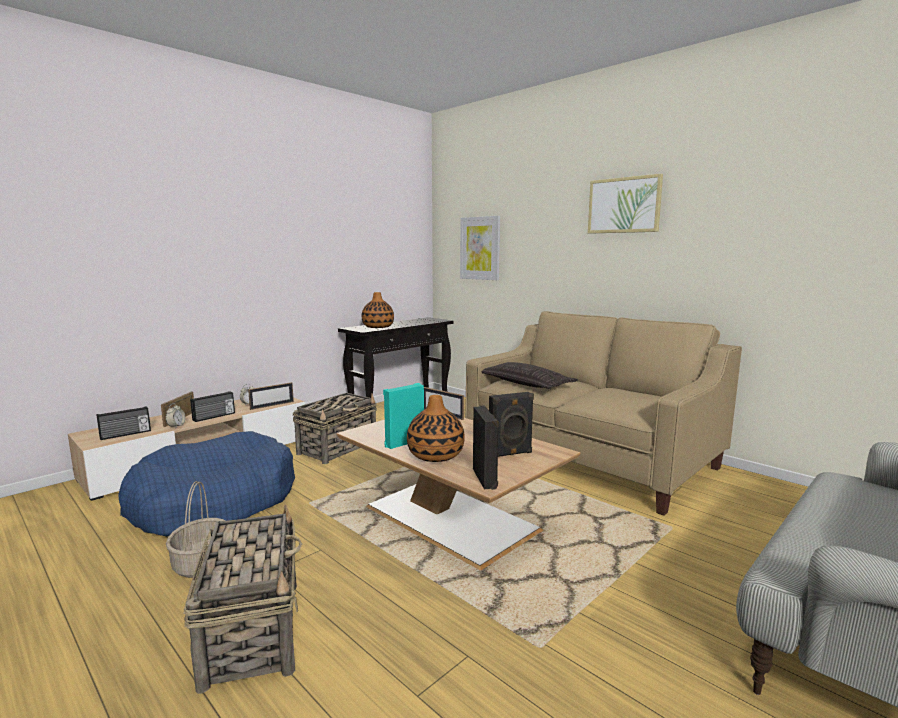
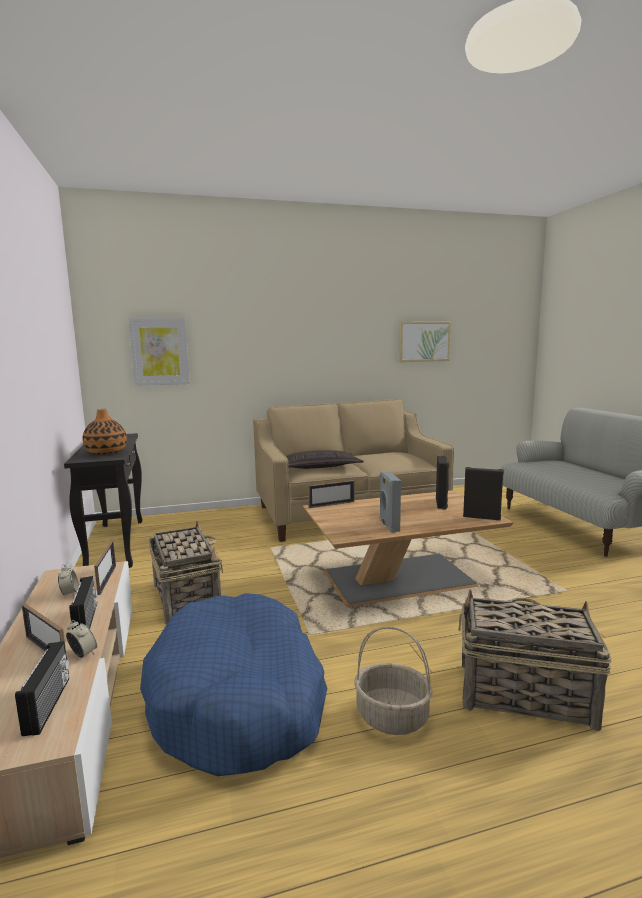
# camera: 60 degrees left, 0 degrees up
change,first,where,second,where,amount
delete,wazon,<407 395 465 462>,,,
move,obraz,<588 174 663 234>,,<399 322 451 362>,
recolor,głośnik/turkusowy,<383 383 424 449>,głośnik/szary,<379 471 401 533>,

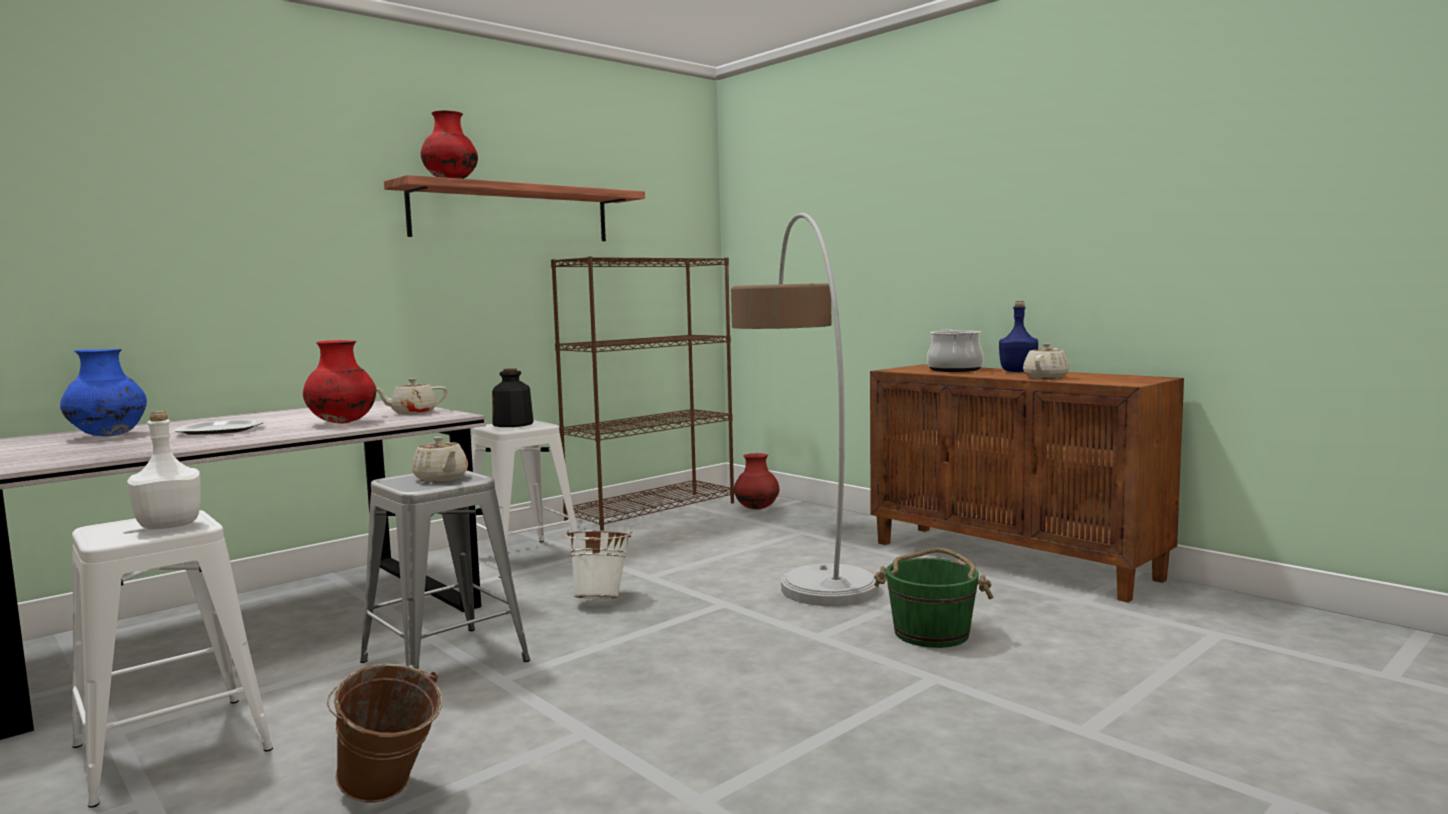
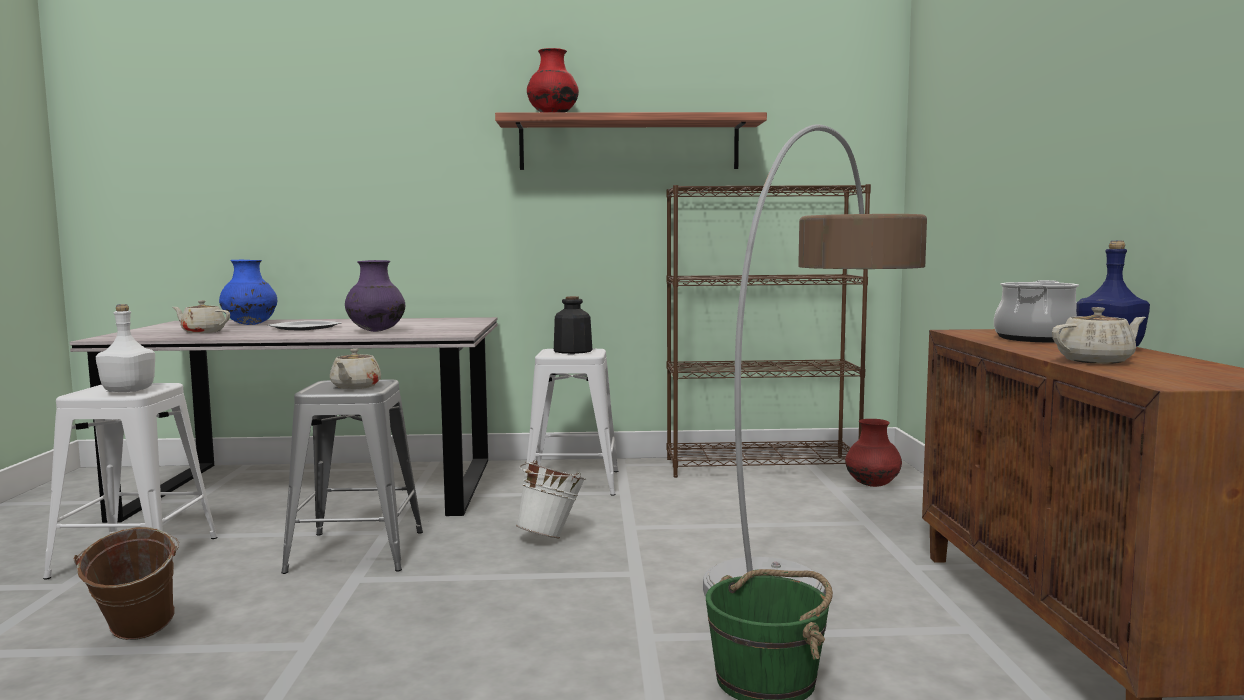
# camera: 40 degrees right, 0 degrees up
change,first,where,second,where,amount
move,imbryk/beżowy,<376 378 448 414>,,<173 300 230 333>,
recolor,wazon/czerwony,<303 340 376 424>,wazon/fioletowy,<345 260 405 332>,

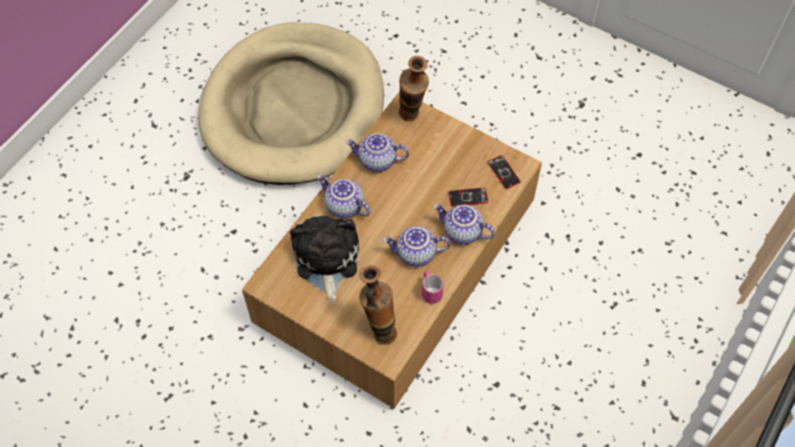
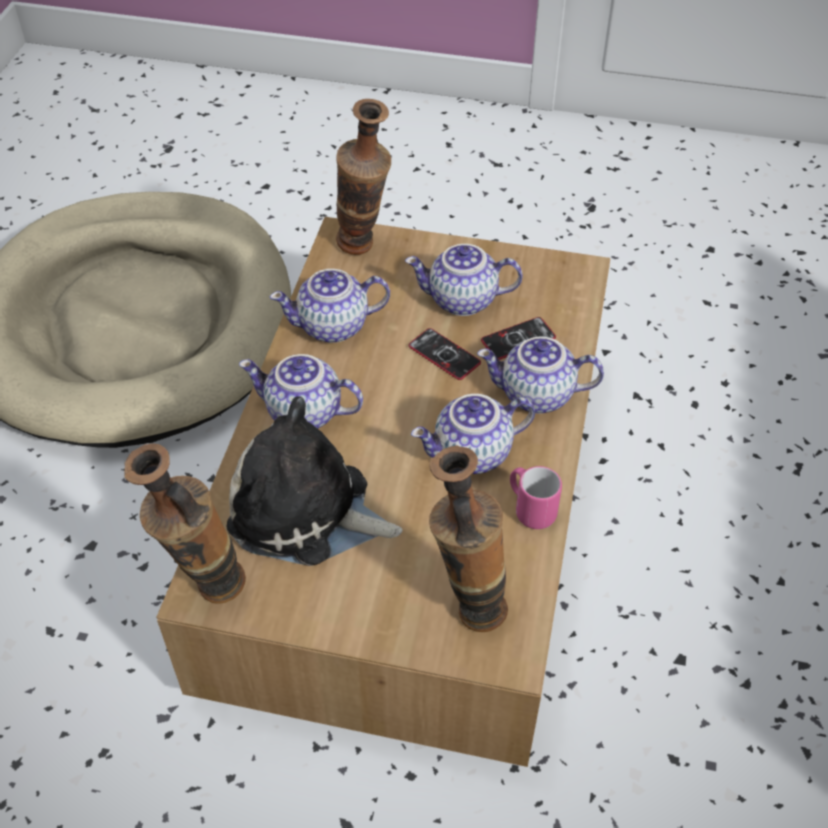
# camera: 20 degrees left, 10 degrees down
change,first,where,second,where,amount
insert,,,wazon,<124 444 246 604>,
insert,,,imbryk,<405 244 523 316>,
move,telefon,<488 155 521 189>,,<408 328 481 380>,
rotate,pluszak,<290 215 359 302>,,<226 396 402 566>,45 degrees counterclockwise

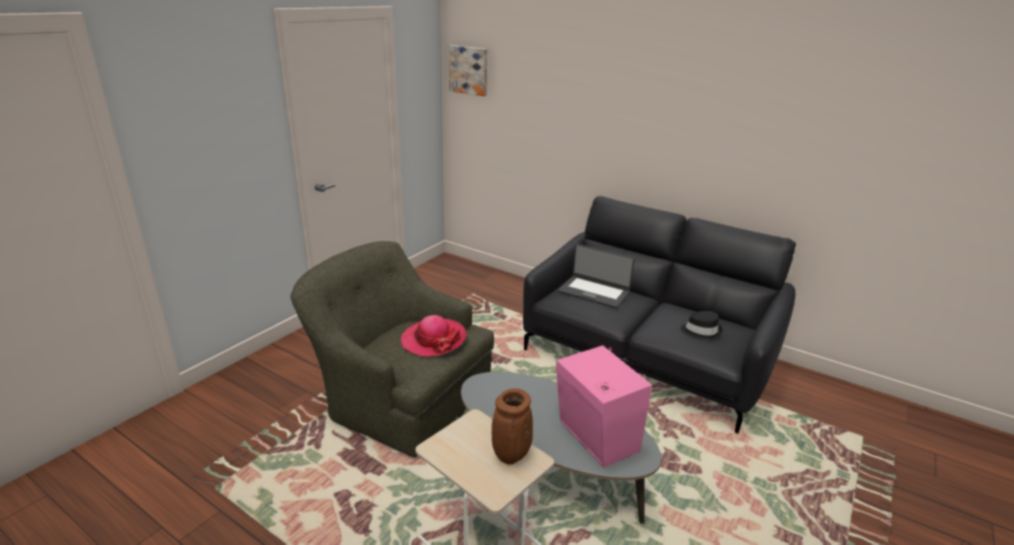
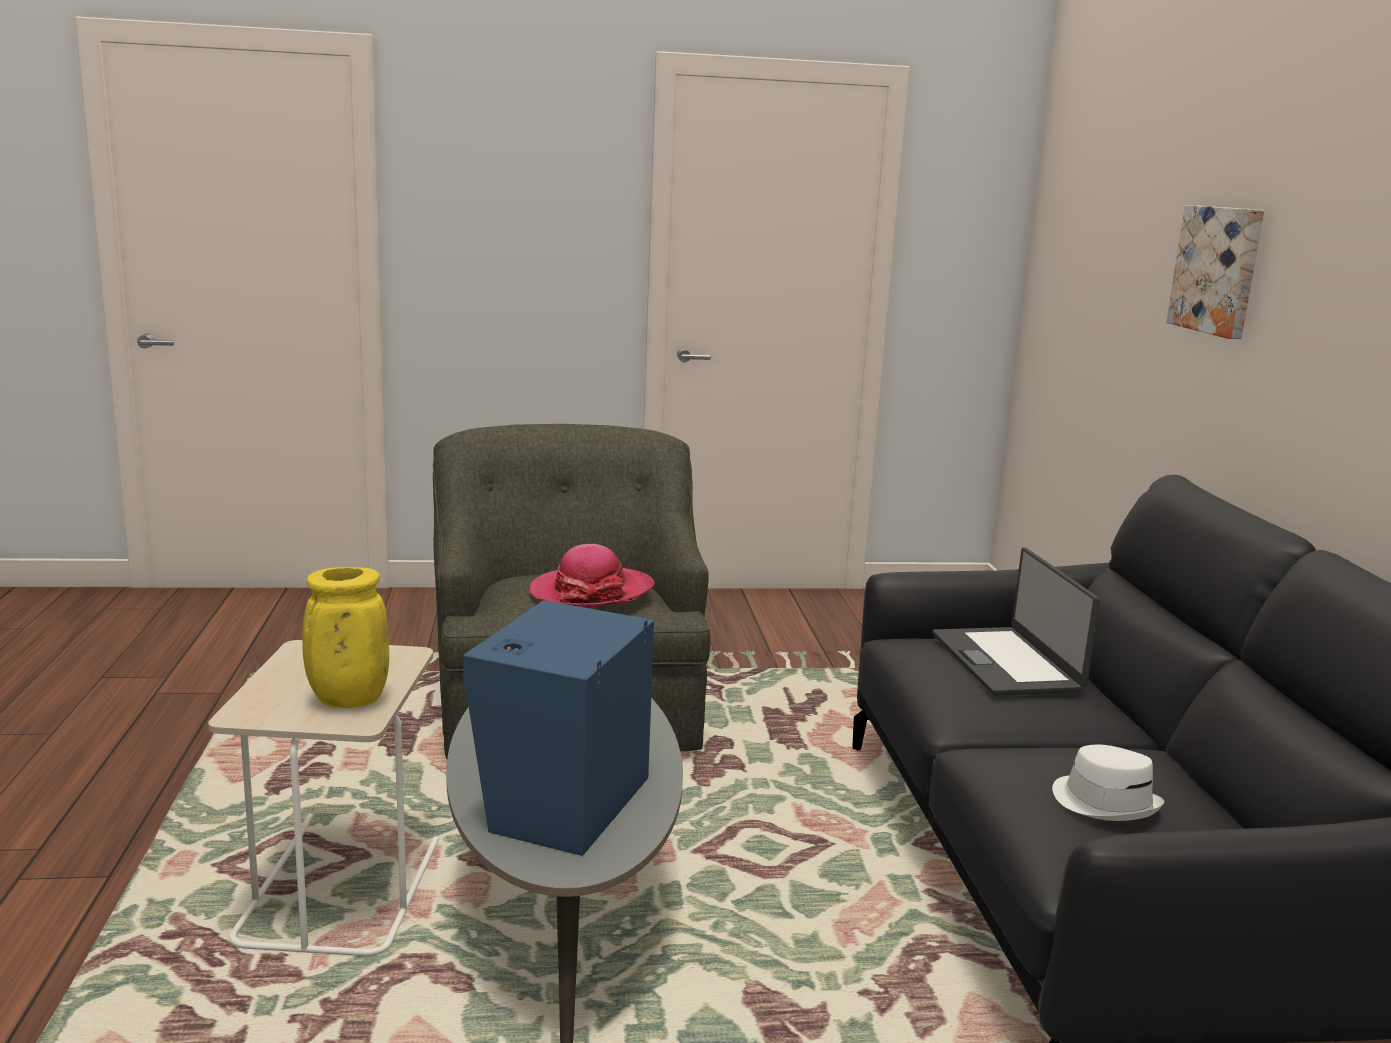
# camera: 50 degrees right, 10 degrees down
change,first,where,second,where,amount
move,obraz,<449 45 487 96>,,<1166 205 1264 339>,
recolor,wazon/brązowy,<491 388 533 465>,wazon/żółty,<302 567 389 708>,
recolor,głośnik/różowy,<556 345 652 468>,głośnik/niebieski,<463 600 654 856>,
recolor,kapelusz/czarny,<680 311 723 340>,kapelusz/biały,<1052 745 1164 821>,

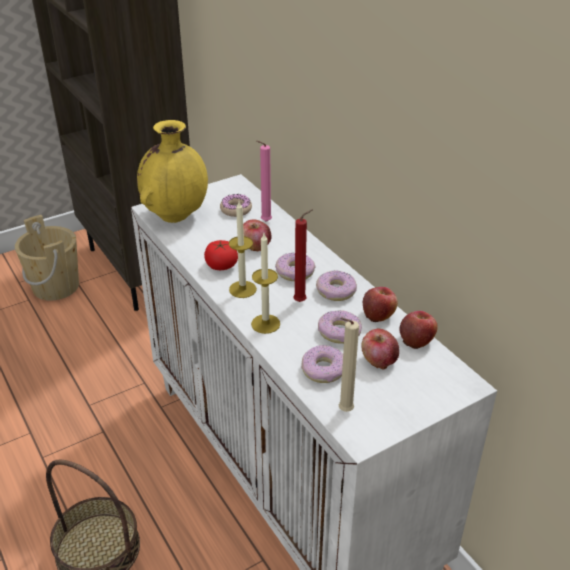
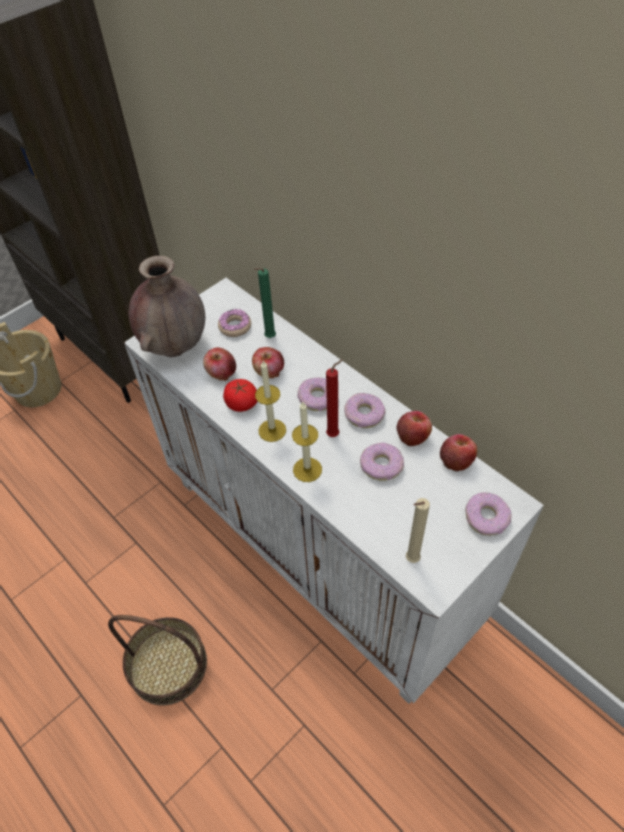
# camera: 10 degrees left, 15 degrees up
change,first,where,second,where,amount
move,donut,<301 345 343 383>,,<465 492 512 536>,
move,jabłko,<361 329 399 370>,,<203 347 236 381>,
recolor,wazon/żółty,<137 120 208 223>,wazon/brązowy,<129 256 205 357>,
recolor,świeca/różowy,<257 141 272 222>,świeca/zielony,<254 268 276 338>,

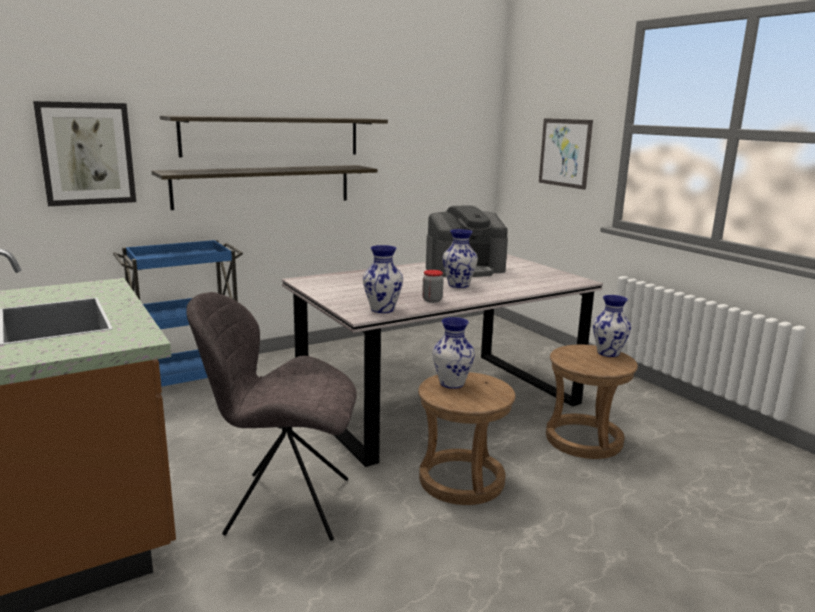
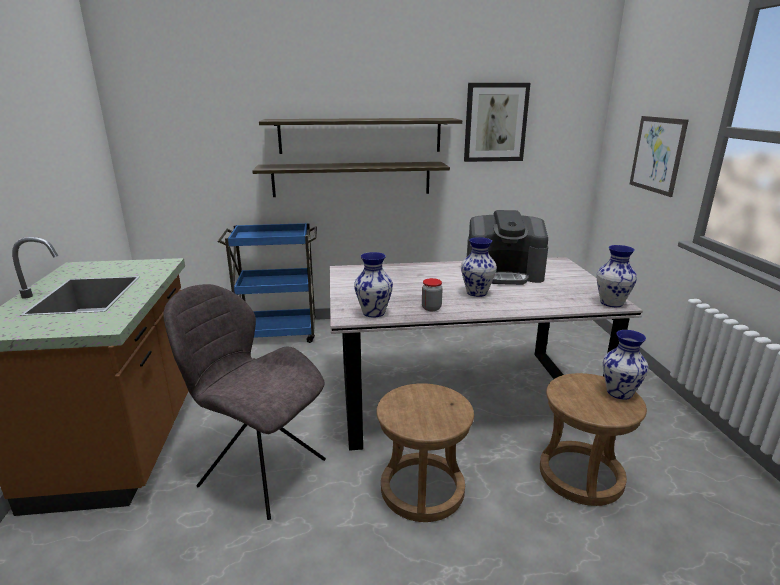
# camera: 25 degrees right, 5 degrees up
change,first,where,second,where,amount
move,obraz,<33 101 136 206>,,<464 83 531 162>,
move,wazon,<432 317 475 389>,,<596 245 637 307>,

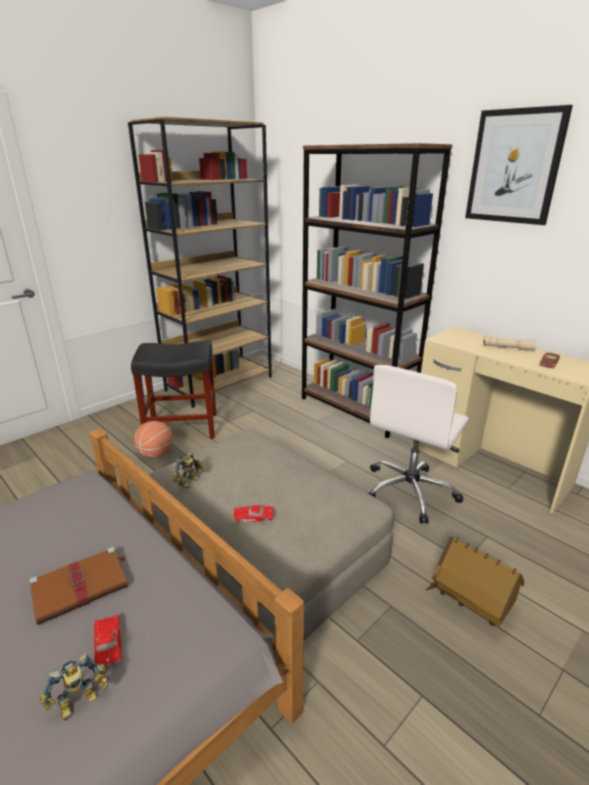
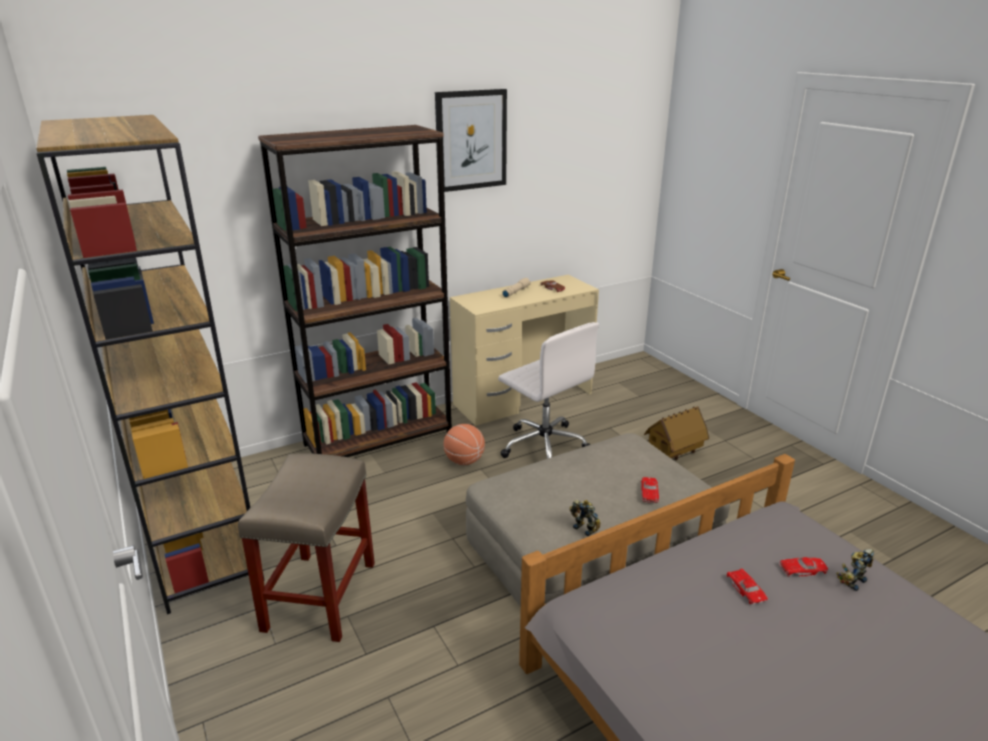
# camera: 75 degrees left, 0 degrees up
change,first,where,second,where,amount
move,piłka do koszykówki,<134 421 173 458>,,<443 424 485 465>,
replace,książka/brązowy,<29 547 128 625>,samochodzik/czerwony,<726 569 768 604>,
recolor,stołek/czarny,<131 341 216 439>,stołek/beżowy,<238 453 375 642>,
rotate,robot zabawkowy,<40 653 109 721>,,<836 549 874 591>,105 degrees counterclockwise

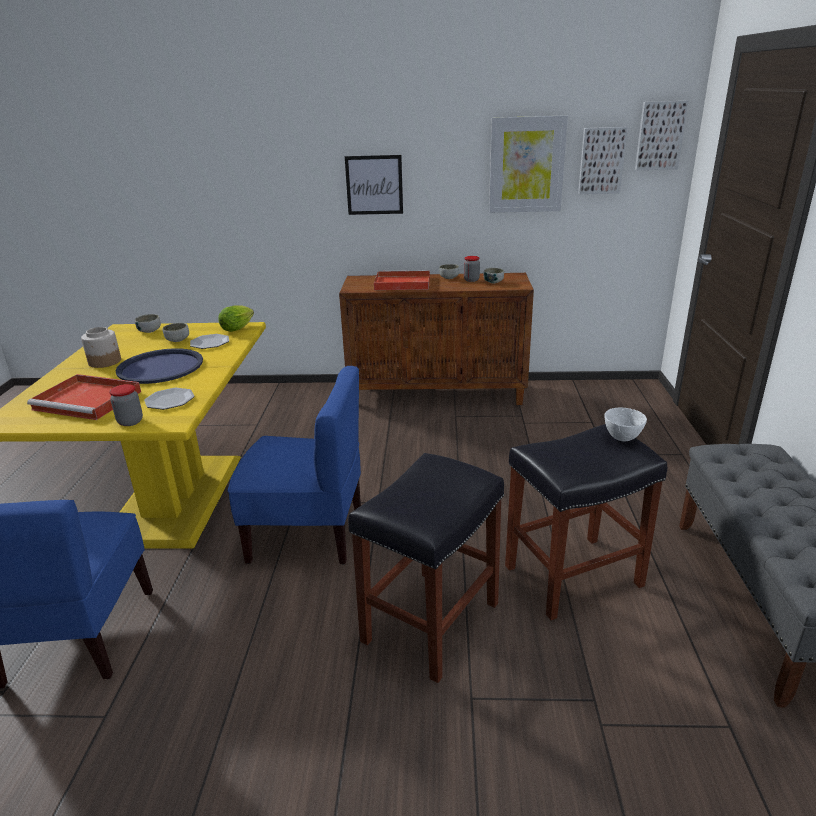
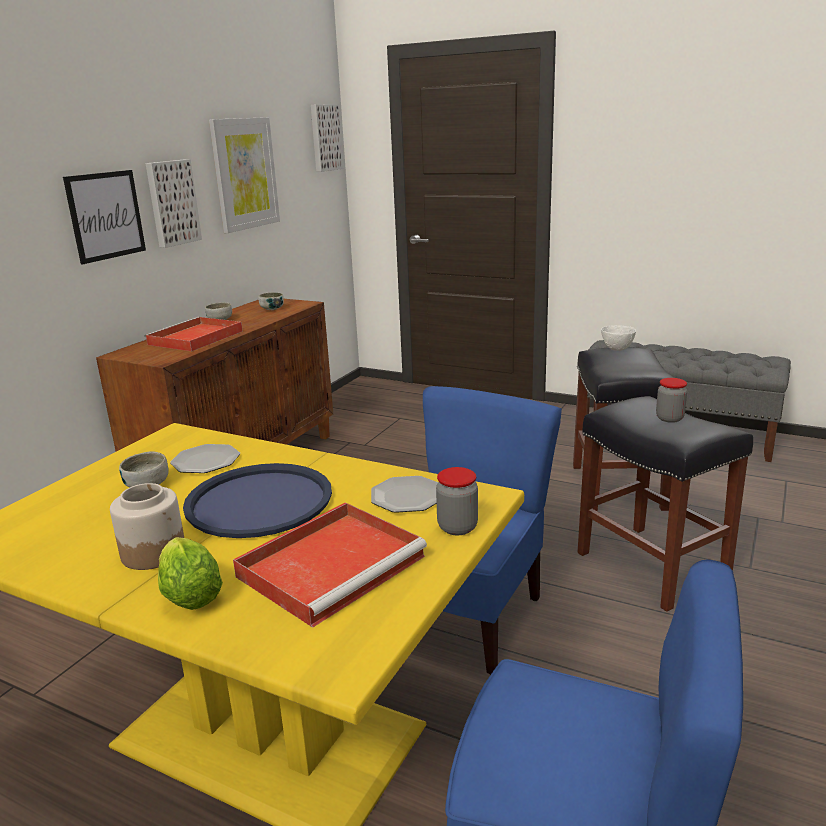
# camera: 65 degrees left, 5 degrees down
change,first,where,second,where,amount
delete,miska,<135 314 161 333>,,,
move,sałata,<218 305 254 332>,,<158 537 223 610>,
move,słoik,<464 256 480 282>,,<656 378 687 423>,
move,obraz,<578 127 628 194>,,<146 159 202 248>,

